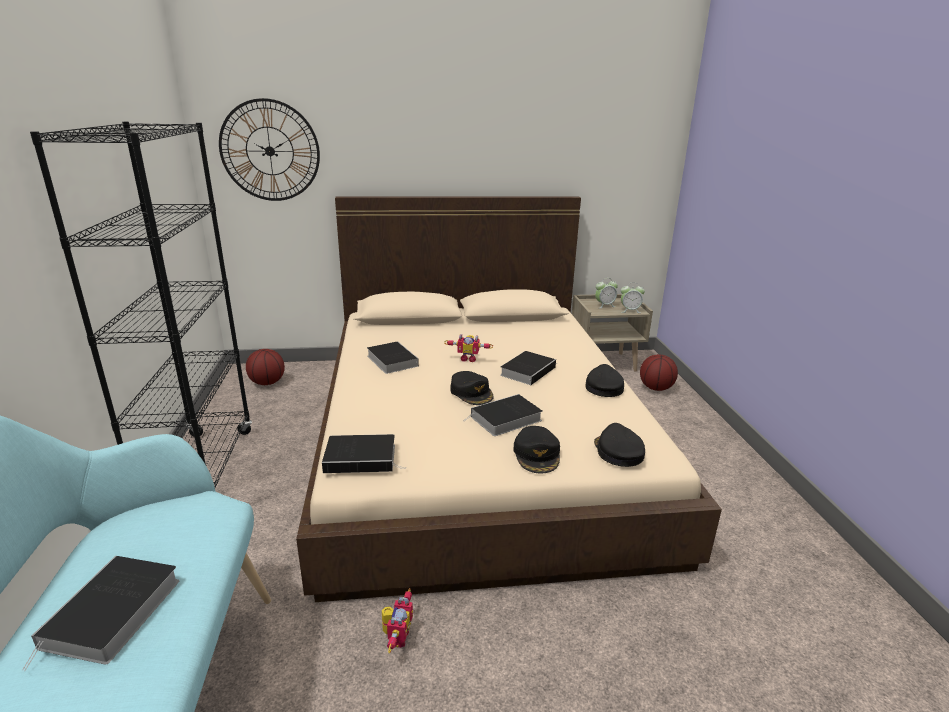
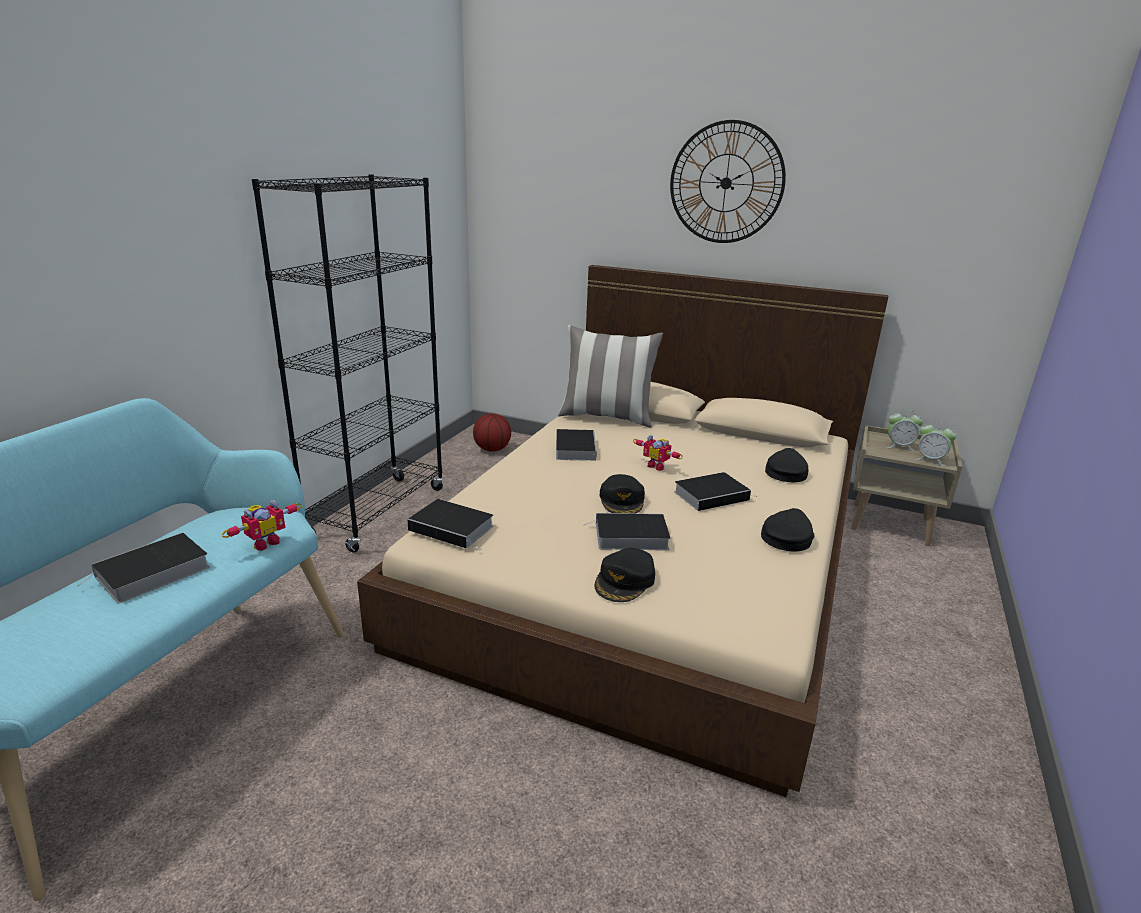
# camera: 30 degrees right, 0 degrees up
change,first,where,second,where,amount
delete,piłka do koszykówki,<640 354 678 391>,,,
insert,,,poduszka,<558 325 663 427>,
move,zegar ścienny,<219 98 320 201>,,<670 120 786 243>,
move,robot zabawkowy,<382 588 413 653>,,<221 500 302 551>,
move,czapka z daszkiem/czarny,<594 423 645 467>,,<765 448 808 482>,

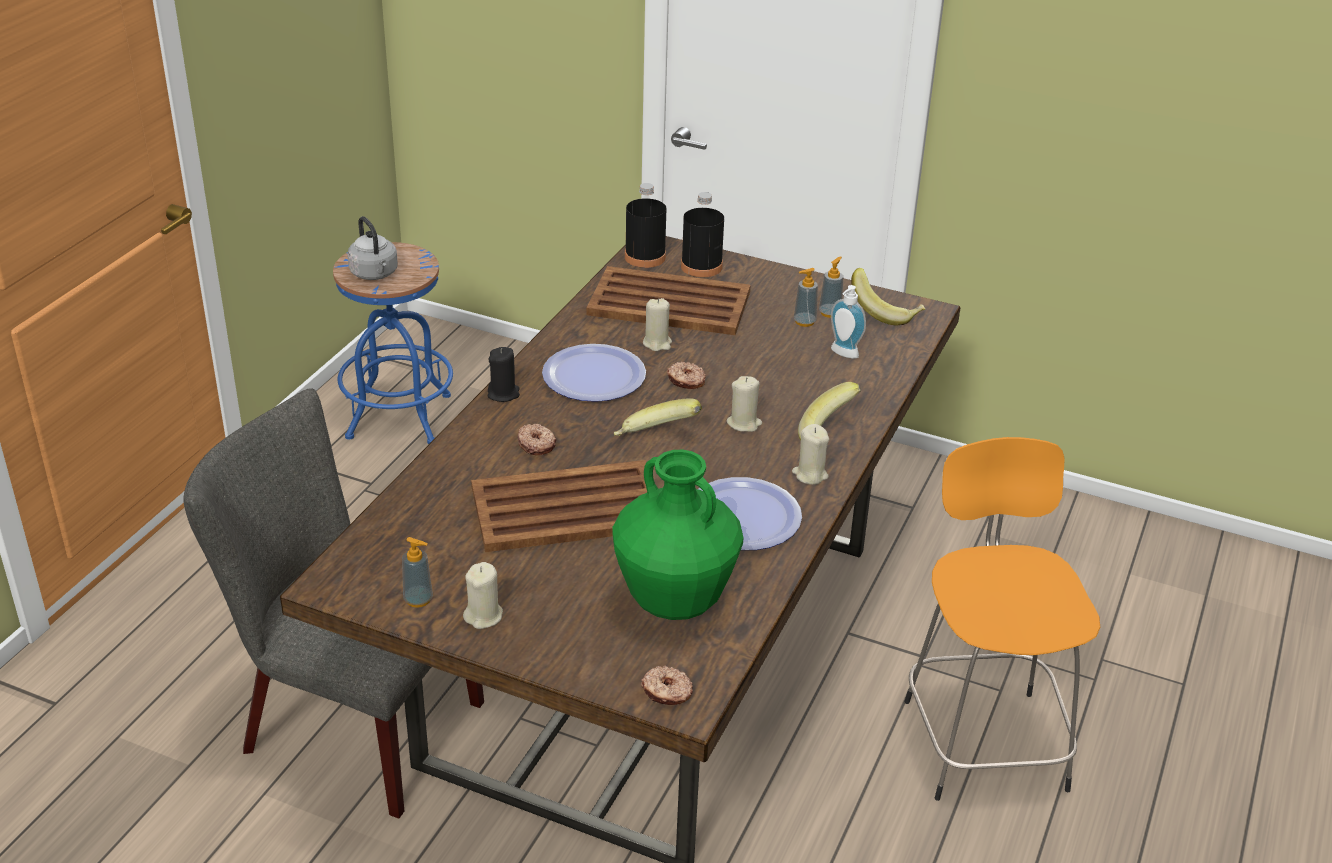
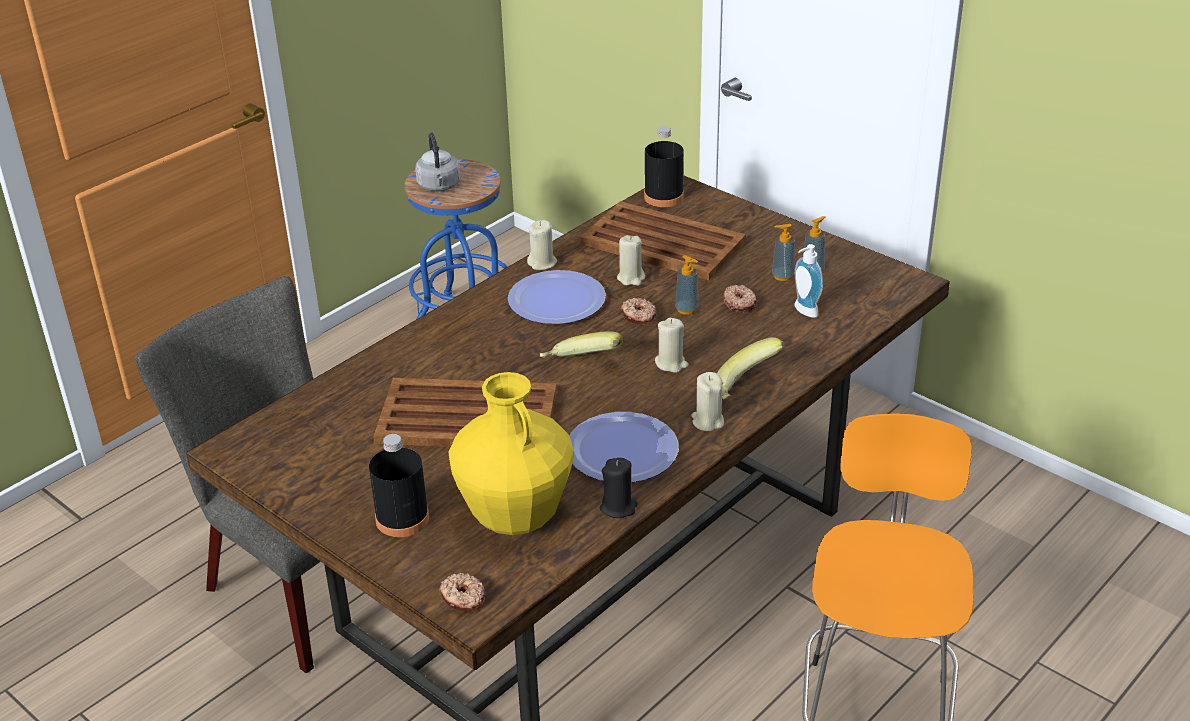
# camera: 20 degrees right, 0 degrees up
change,first,where,second,where,amount
delete,banan,<851 268 926 325>,,,
move,dozownik mydła,<402 537 433 608>,,<675 255 699 315>,
move,świeca/beżowy,<463 562 503 629>,,<527 220 557 270>,
move,świeca/czarny,<487 347 520 402>,,<600 458 638 518>,
move,donut,<517 424 557 455>,,<723 285 757 313>,
move,butelka/czarny,<681 192 724 277>,,<369 434 429 537>,
recolor,wazon/zielony,<612 450 743 620>,wazon/żółty,<449 372 574 535>,

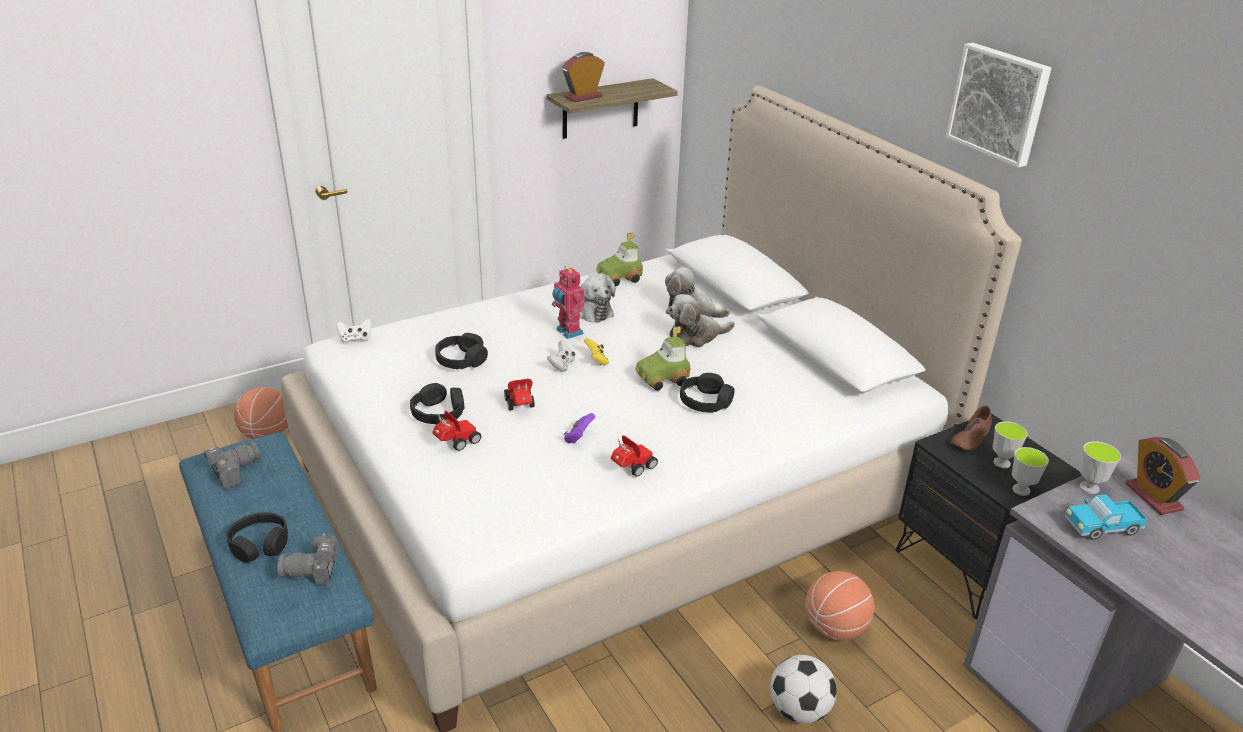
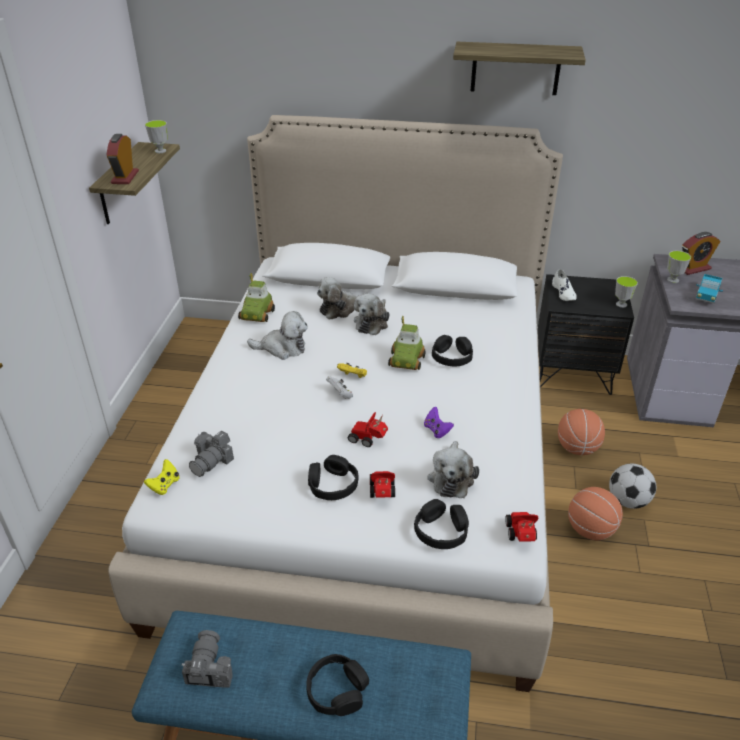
# camera: 50 degrees left, 5 degrees up
change,first,where,second,where,amount
delete,robot zabawkowy,<552 266 585 339>,,,
insert,,,pluszak,<428 441 479 498>,
move,piłka do koszykówki,<234 387 288 439>,,<568 487 623 540>,
move,aparat fotograficzny,<277 533 338 584>,,<189 431 234 477>,
move,słuchawki/czarny,<435 333 488 369>,,<414 499 469 549>,
move,samochodzik,<611 435 658 477>,,<505 512 538 542>,
move,filiżanka,<993 421 1028 468>,,<145 120 168 153>,
replace,obraz,<946 43 1051 168>,półka,<453 42 586 95>,
recolor,pad do gier/biały,<336 318 371 343>,pad do gier/żółty,<144 459 179 495>,
recolor,but/brązowy,<951 405 992 450>,but/biały,<552 269 577 301>,
rotate,budzik,<1125 437 1200 515>,,<682 232 720 275>,45 degrees counterclockwise

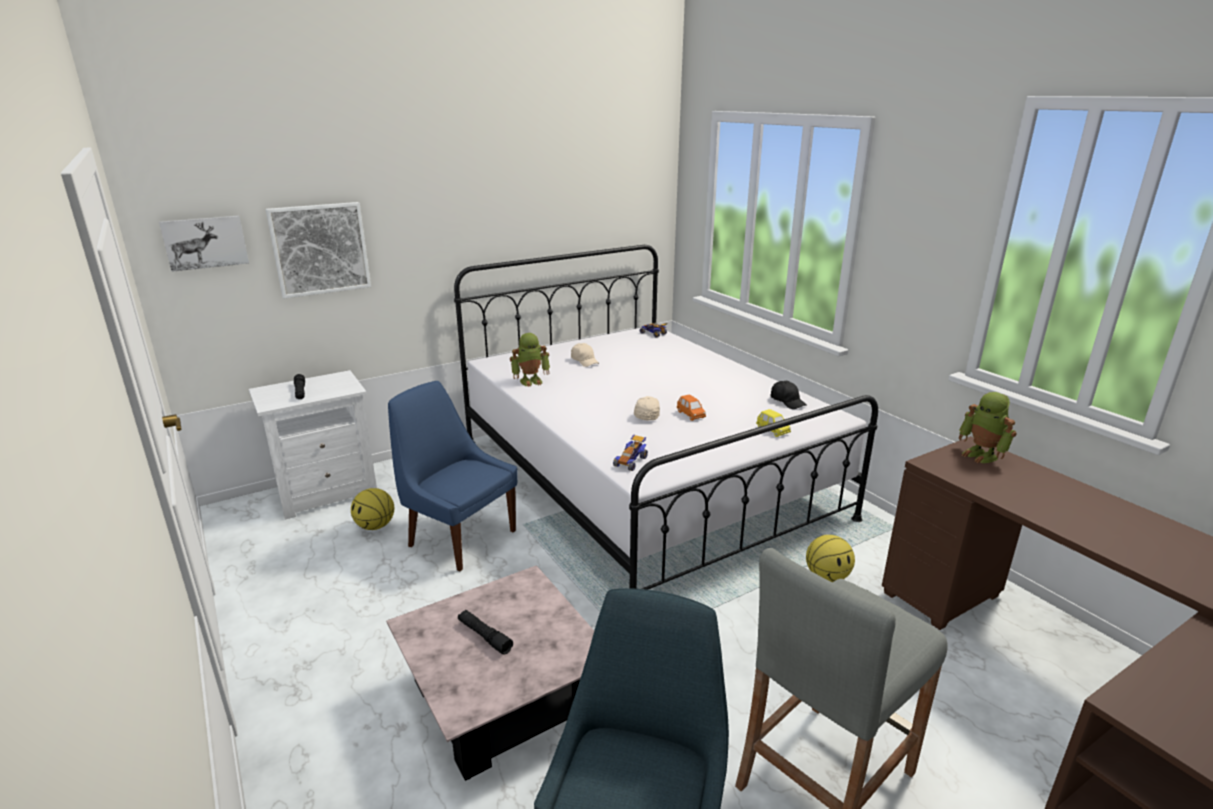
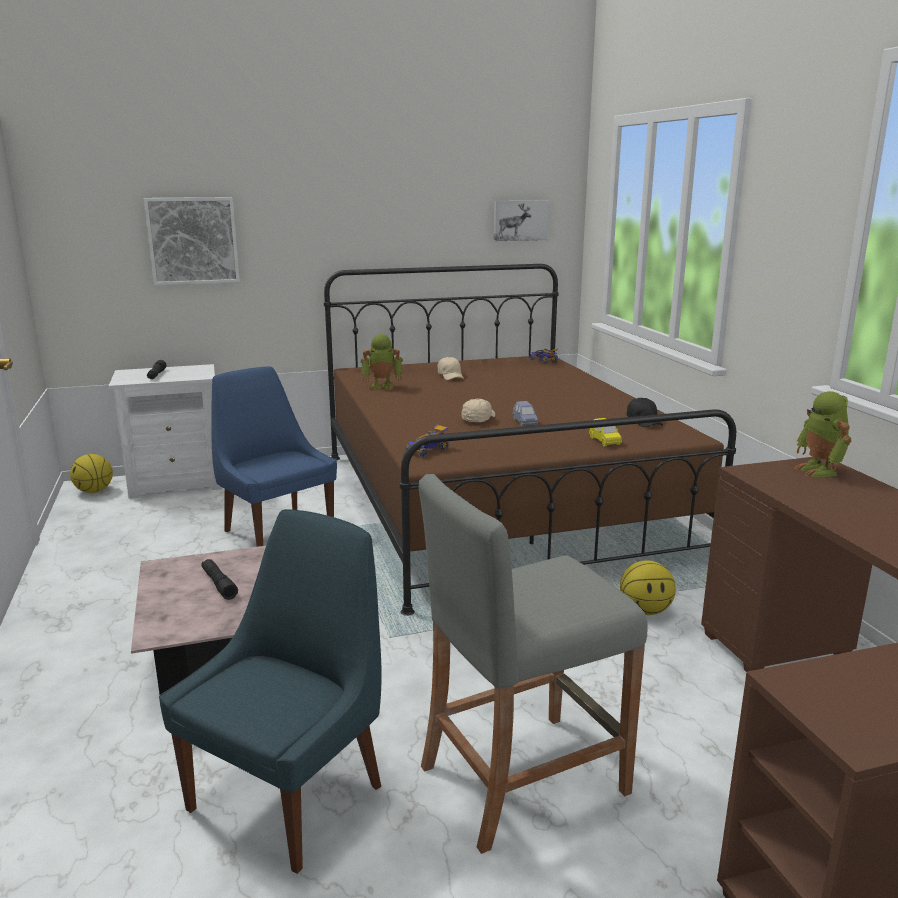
# camera: 15 degrees right, 5 degrees down
change,first,where,second,where,amount
move,obraz,<159 215 249 272>,,<493 201 549 241>,
move,piłka do koszykówki,<351 488 394 530>,,<70 454 113 493>,
recolor,łóżko/biały,<454 245 878 590>,łóżko/brązowy,<324 264 736 616>,
recolor,samochodzik/pomarańczowy,<677 394 706 421>,samochodzik/niebieski,<513 401 538 427>,

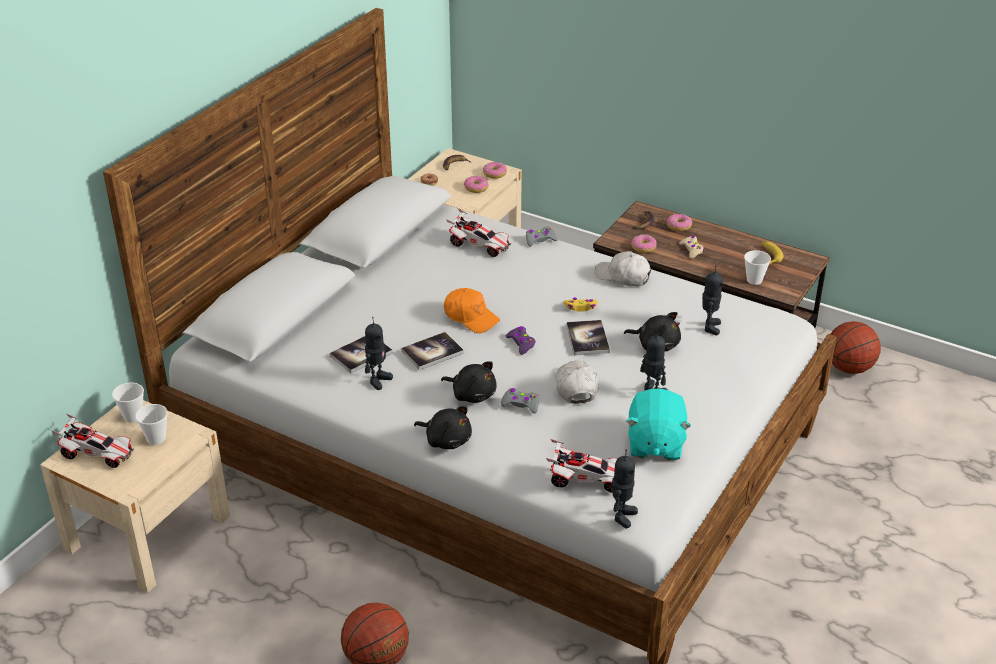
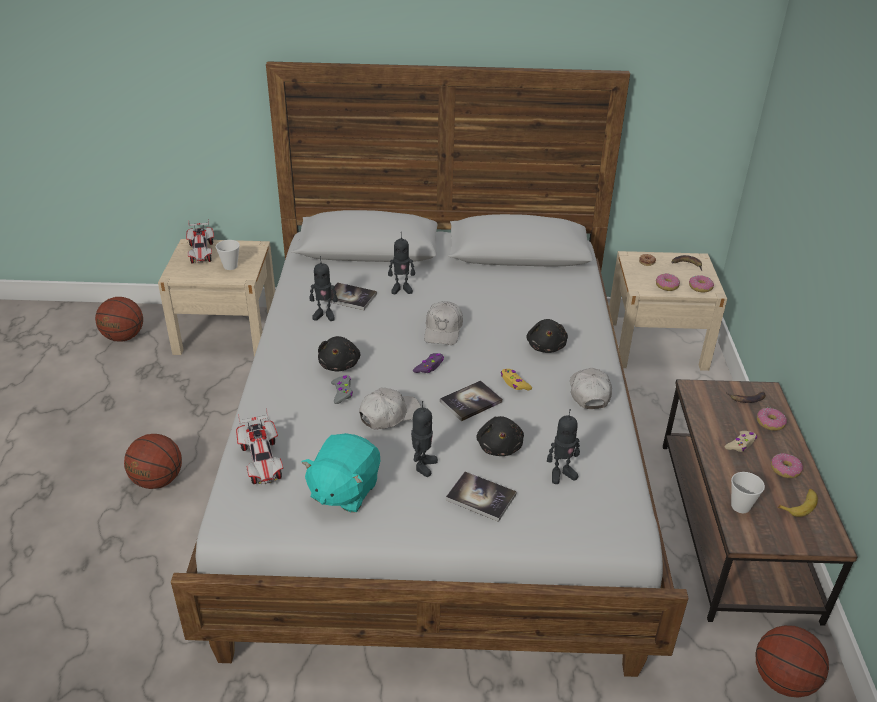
# camera: 60 degrees right, 0 degrees up
change,first,where,second,where,amount
delete,filiżanka,<112 383 144 423>,,,
delete,samochodzik,<446 209 511 257>,,,
delete,pad do gier/szary,<526 226 558 247>,,,
insert,,,piłka do koszykówki,<95 297 143 342>,
move,książka,<401 332 464 370>,,<446 472 516 522>,
move,pluszak/czarny,<414 406 472 449>,,<526 319 568 353>,
move,robot zabawkowy,<612 449 638 529>,,<388 232 415 294>,
move,donut,<631 234 657 253>,,<771 453 803 478>,
recolor,czapka z daszkiem/pomarańczowy,<444 288 500 333>,czapka z daszkiem/biały,<424 301 463 345>,
rotate,pluszak/turkusowy,<626 388 691 461>,,<302 433 380 513>,45 degrees counterclockwise

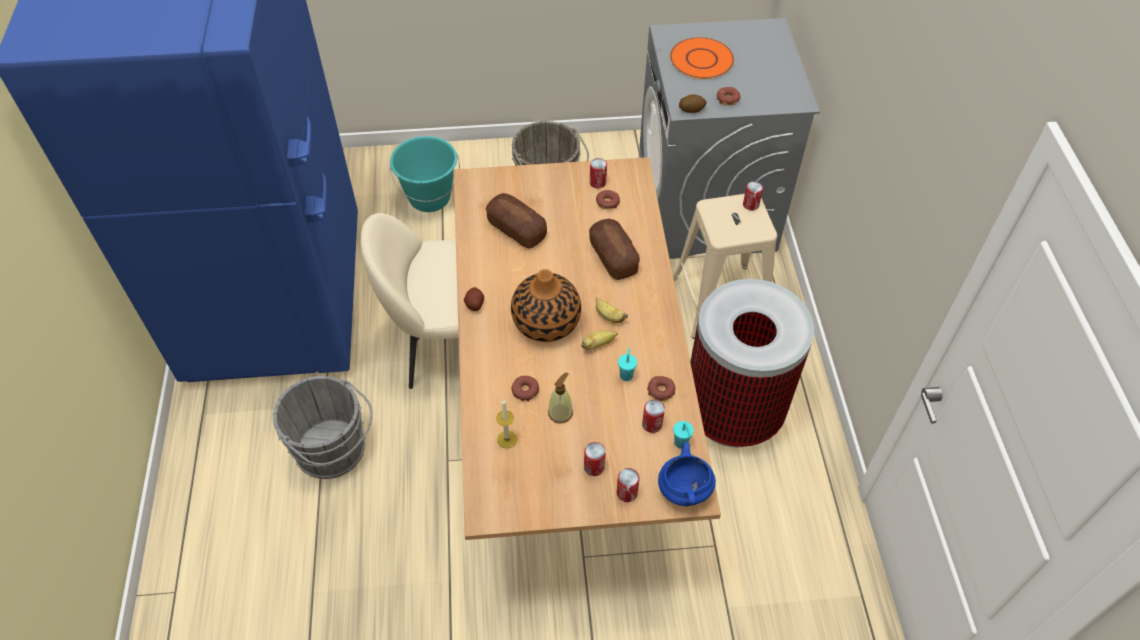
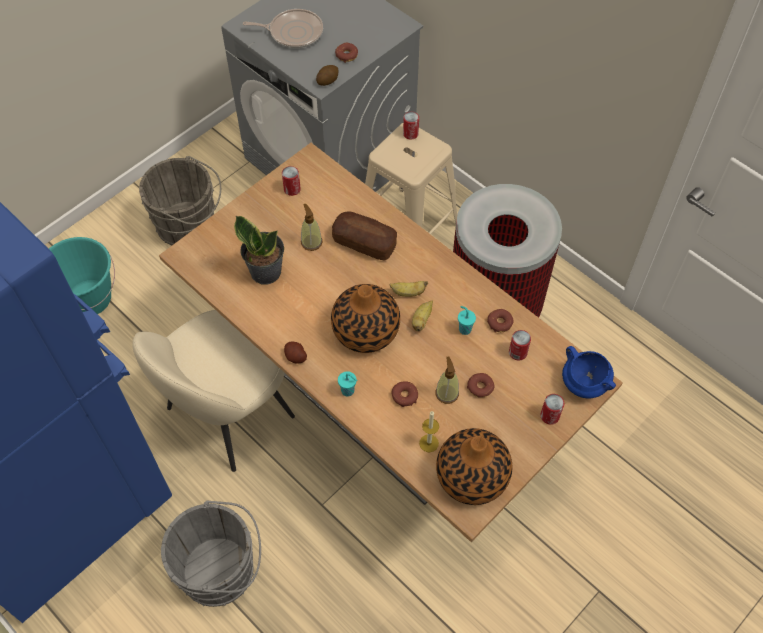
# camera: 40 degrees left, 5 degrees up
change,first,where,second,where,amount
delete,puszka,<584 442 606 476>,,,
insert,,,dozownik mydła,<301 204 323 251>,
insert,,,wazon,<436 428 512 505>,
move,donut,<596 190 620 210>,,<467 373 494 398>,
move,filiżanka/turkusowy,<673 421 694 449>,,<338 371 357 397>,
replace,chleb,<486 193 547 249>,roślina doniczkowa,<234 216 284 284>,
replace,talerz/pomarańczowy,<670 37 734 79>,patelnia,<243 9 323 48>,

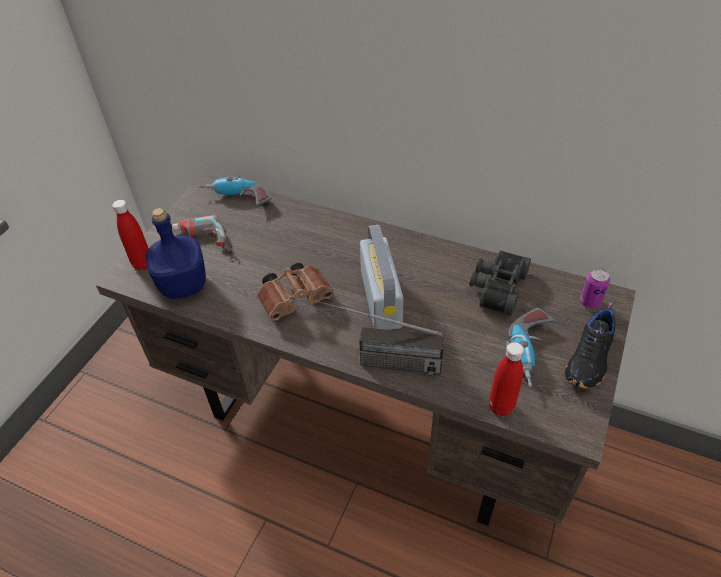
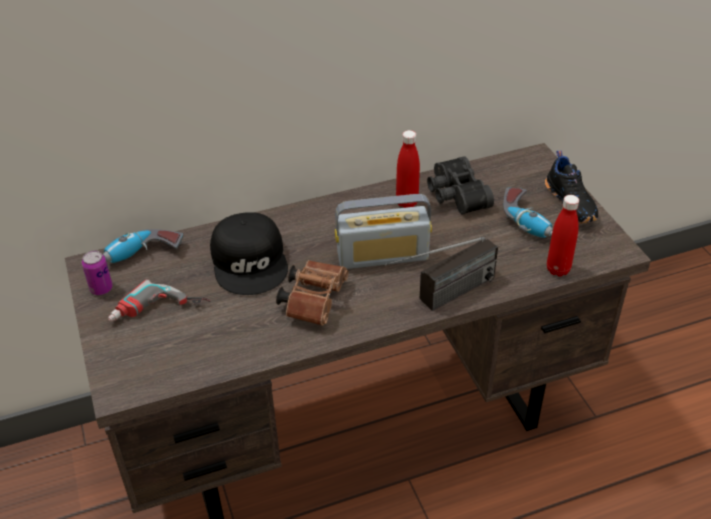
# camera: 45 degrees left, 5 degrees down
change,first,where,second,where,amount
delete,butelka/niebieski,<146 208 206 299>,,,
insert,,,czapka z daszkiem/czarny,<210 212 288 295>,
move,butelka/czerwony,<112 200 149 270>,,<396 130 420 208>,
move,puszka,<580 268 610 309>,,<82 250 113 295>,
rotate,radio,<360 225 403 330>,,<335 194 432 269>,135 degrees clockwise

